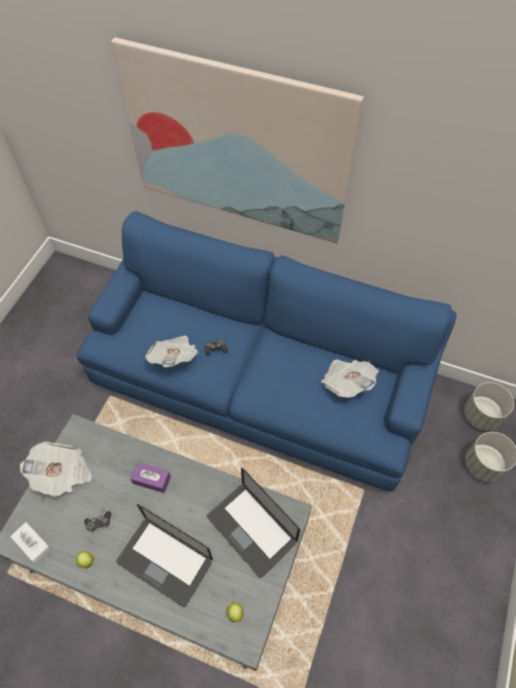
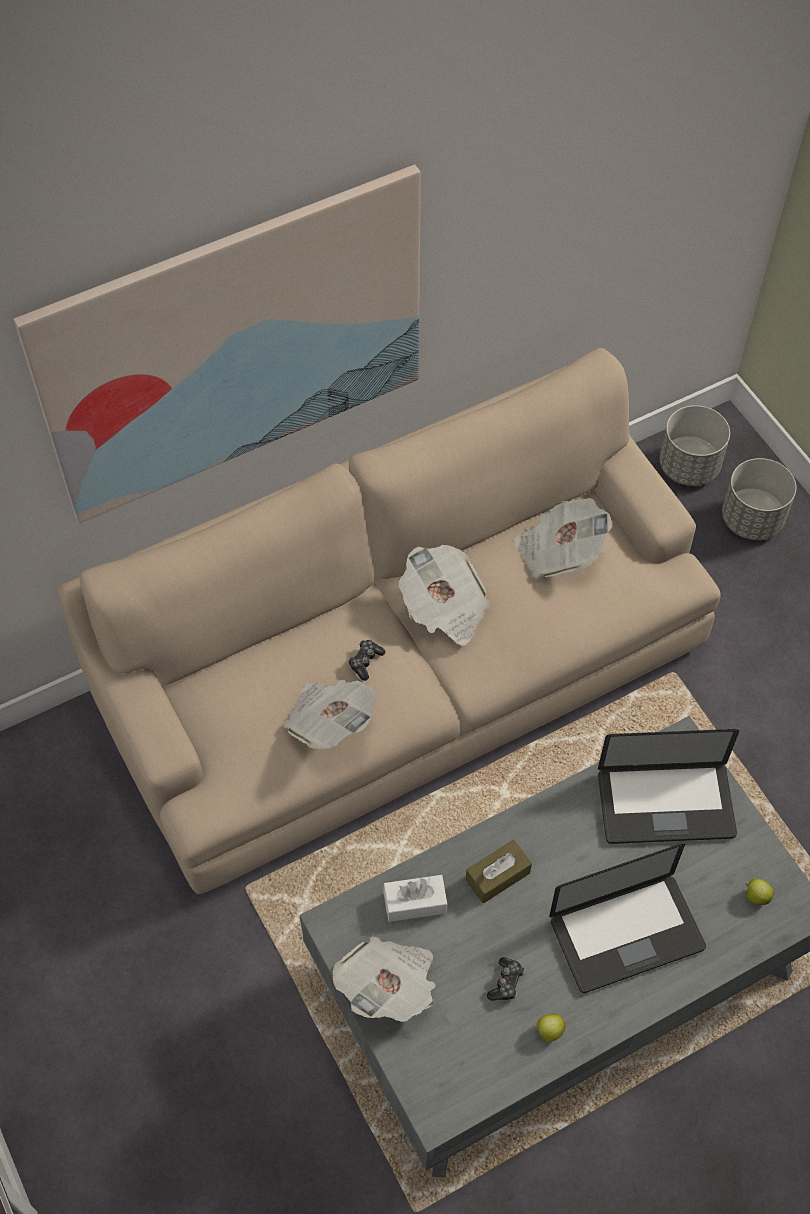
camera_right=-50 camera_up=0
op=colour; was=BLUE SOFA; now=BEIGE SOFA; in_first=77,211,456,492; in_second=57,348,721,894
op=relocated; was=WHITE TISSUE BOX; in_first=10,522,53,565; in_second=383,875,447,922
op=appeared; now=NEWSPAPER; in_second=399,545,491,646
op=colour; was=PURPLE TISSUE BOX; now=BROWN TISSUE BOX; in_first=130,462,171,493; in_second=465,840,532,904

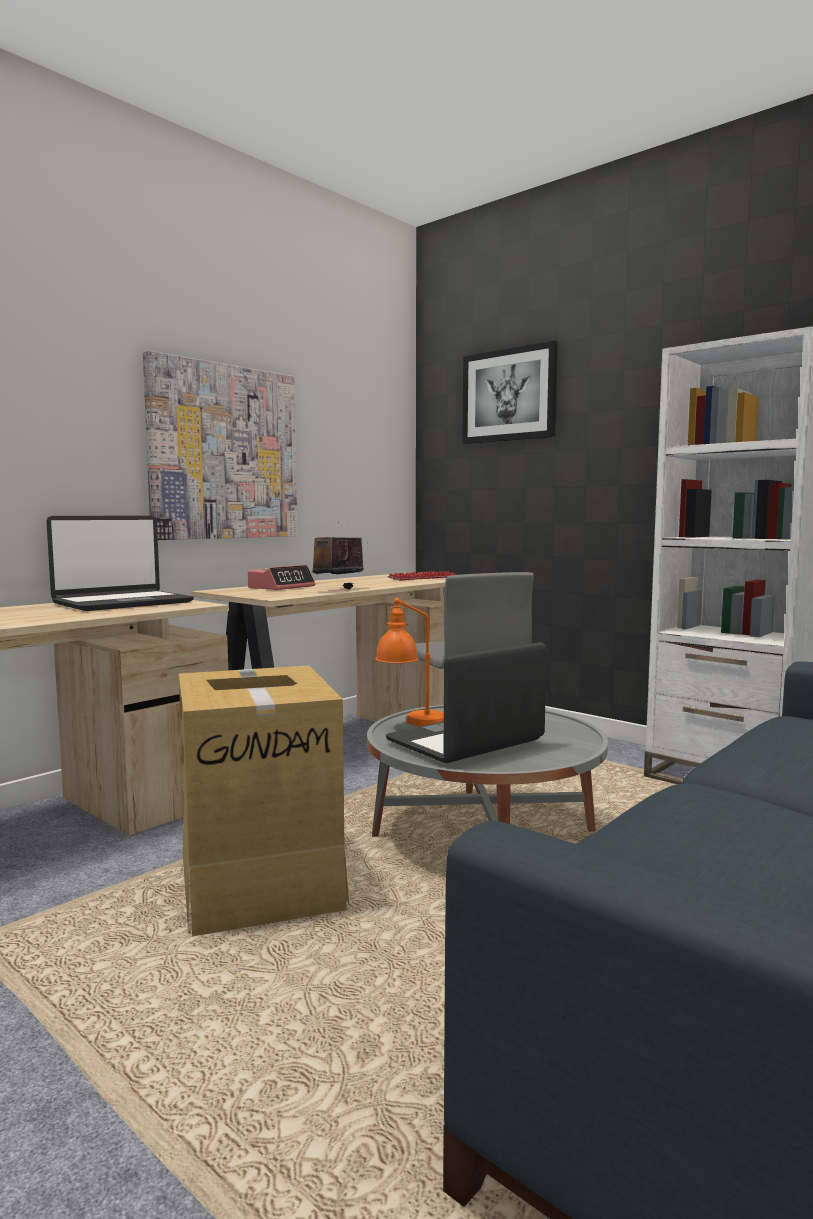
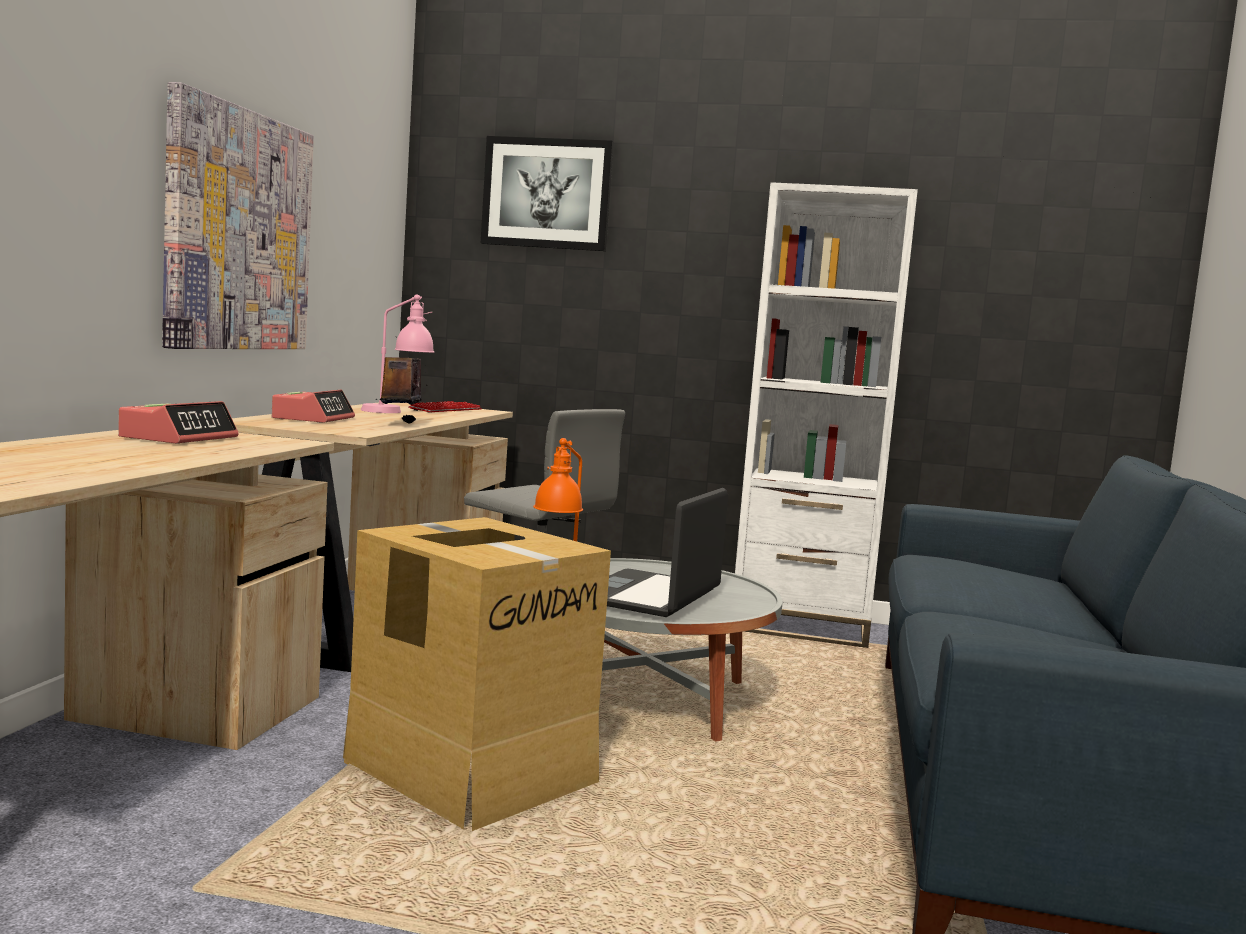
camera_right=-30 camera_up=0
op=exchanged; was=LAPTOP; now=ALARM CLOCK; in_first=46,516,194,611; in_second=118,401,239,444
op=appeared; now=PINK TABLE LAMP; in_second=361,295,434,413

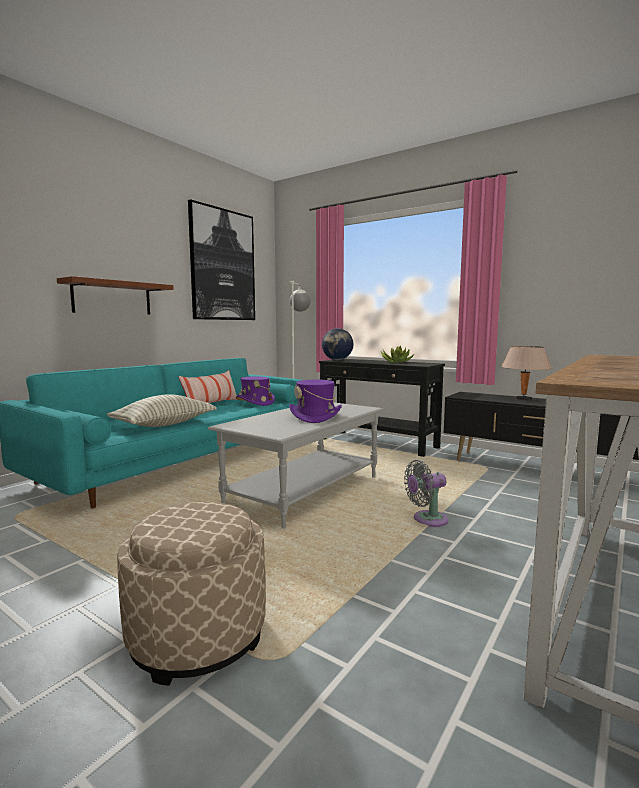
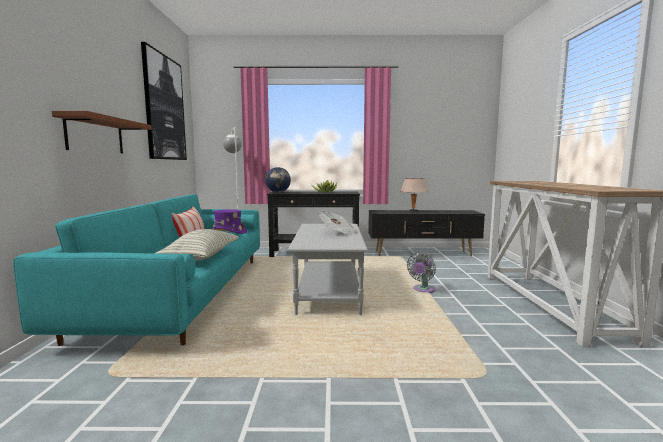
camera_right=-35 camera_up=0
op=exchanged; was=PURPLE HAT; now=NEWSPAPER; in_first=289,380,342,423; in_second=319,211,356,236
op=missing; was=BEIGE OTTOMAN; in_first=117,502,266,686

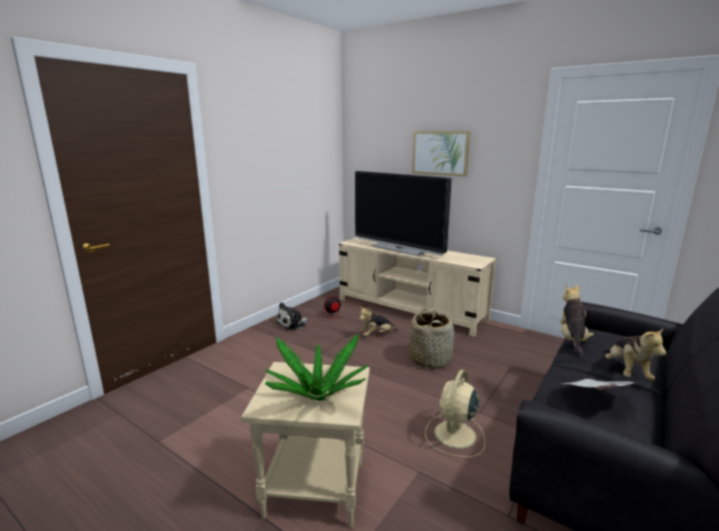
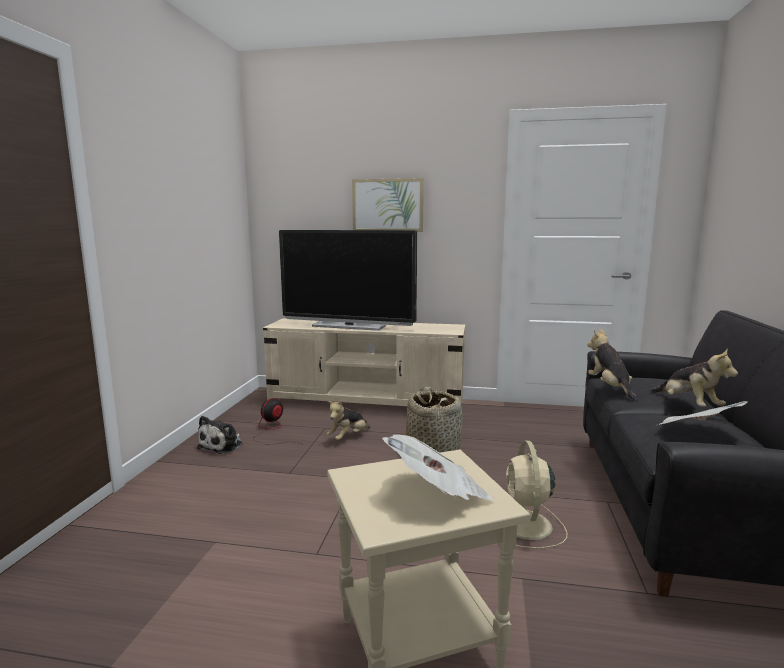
camera_right=-25 camera_up=-5
op=exchanged; was=POTTED PLANT; now=NEWSPAPER; in_first=265,334,368,401; in_second=382,434,494,500

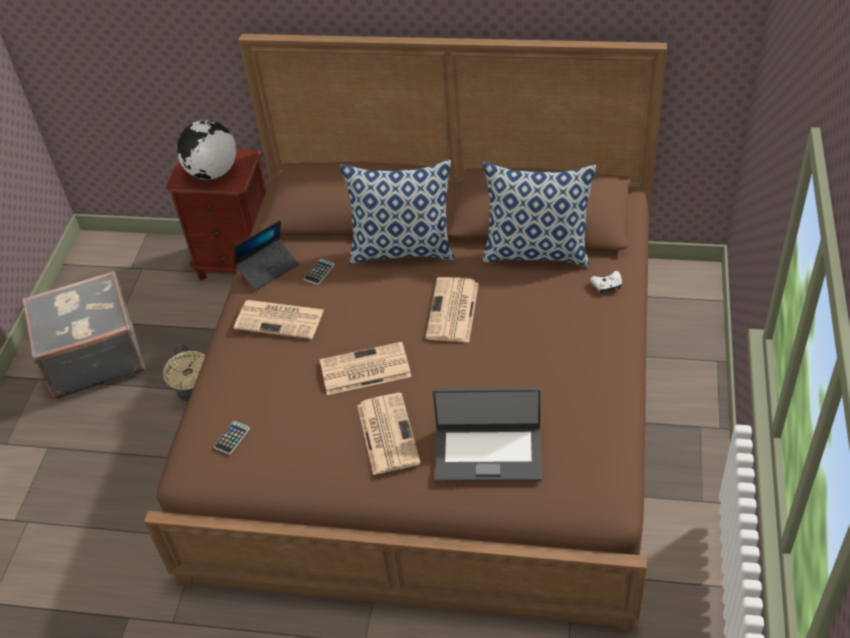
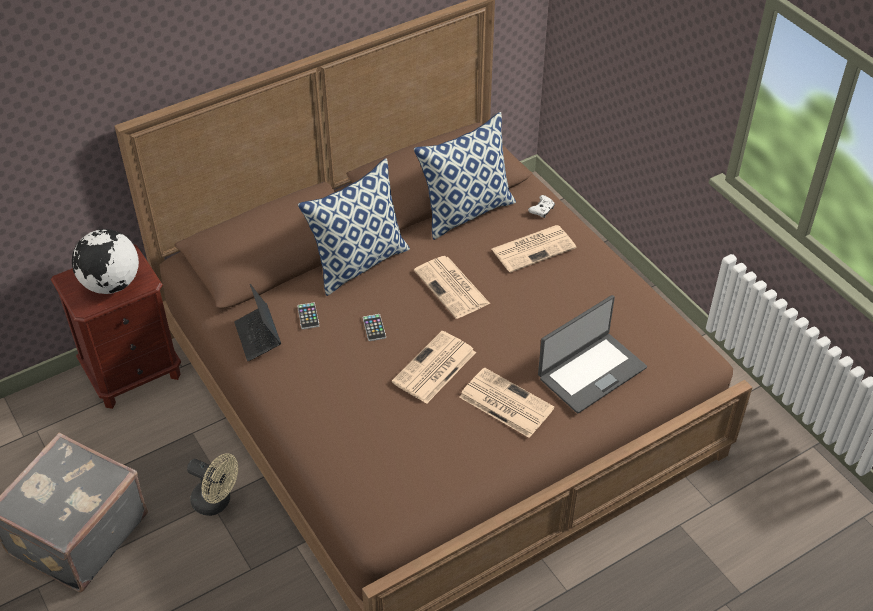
camera_right=-45 camera_up=0
op=spun; was=LAPTOP; in_first=234,220,299,290; in_second=234,284,281,361; clockwise=150
op=relocated; was=PHONE; in_first=214,421,250,454; in_second=362,314,386,341
op=relocated; was=NEWSPAPER; in_first=234,300,324,339; in_second=492,225,576,273

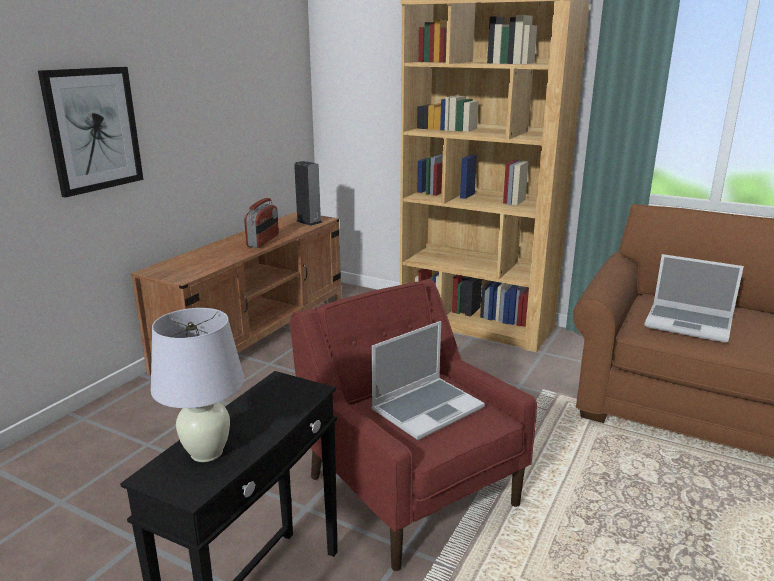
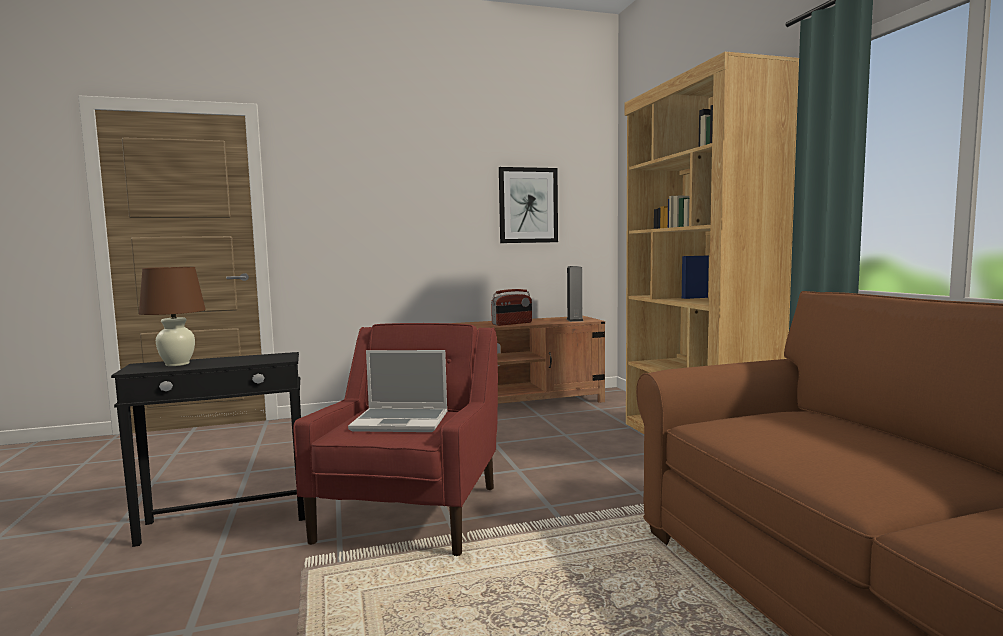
camera_right=45 camera_up=-15
op=colour; was=WHITE TABLE LAMP; now=BROWN TABLE LAMP; in_first=151,308,244,462; in_second=139,267,206,366
op=relocated; was=PICTURE; in_first=38,67,144,197; in_second=499,167,558,243
op=missing; was=LAPTOP; in_first=644,254,744,343

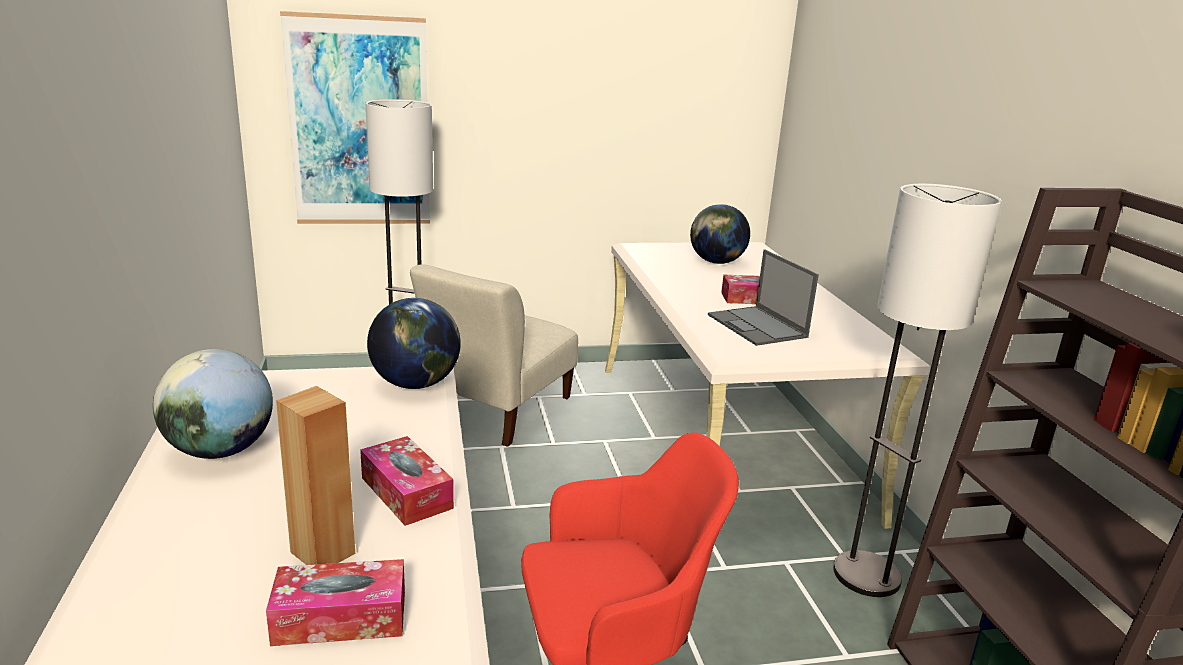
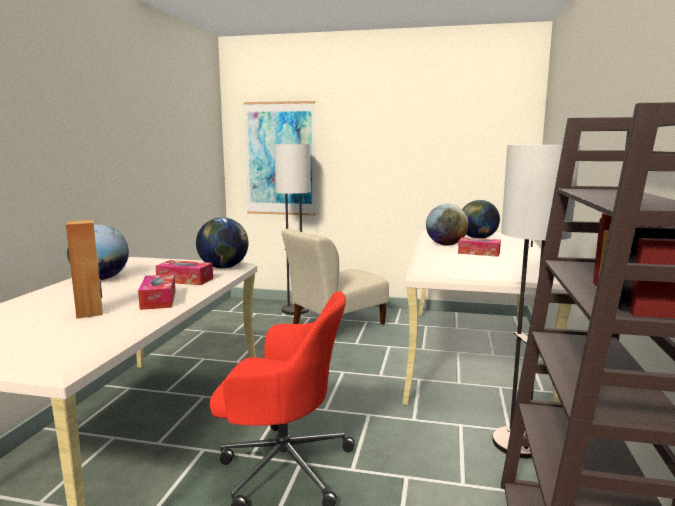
camera_right=25 camera_up=-10
op=relocated; was=TISSUE BOX; in_first=266,559,405,646; in_second=155,260,213,285
op=appeared; now=GLOBE; in_second=426,204,469,245
op=missing; was=LAPTOP; in_first=708,250,819,346

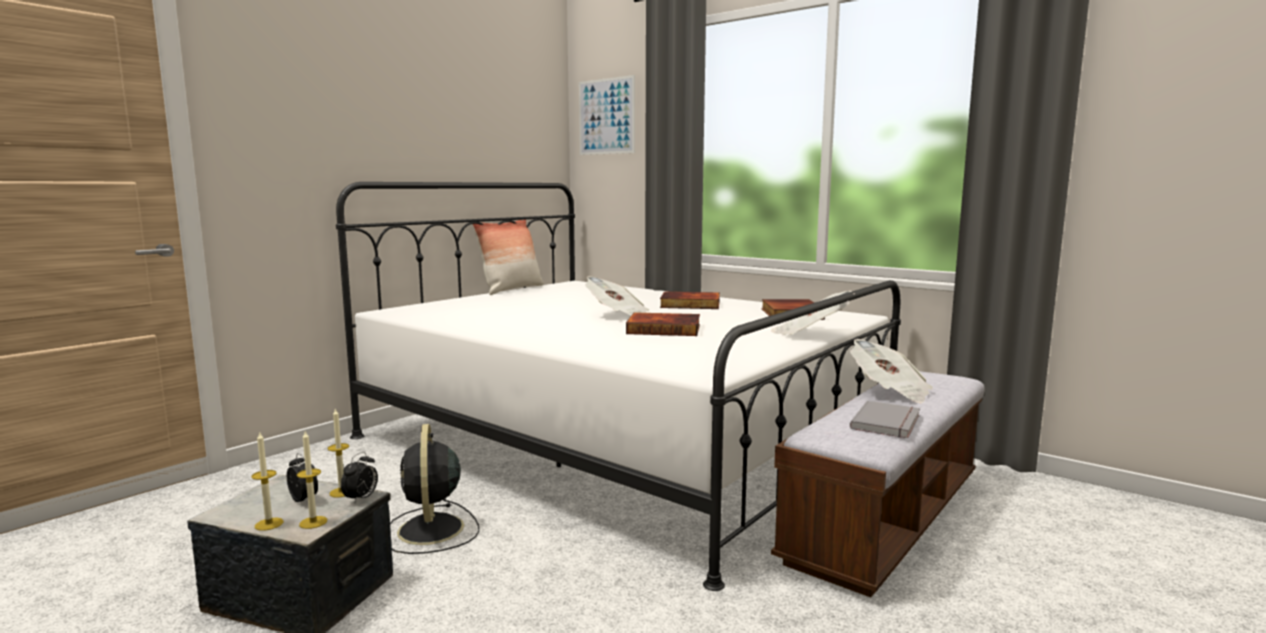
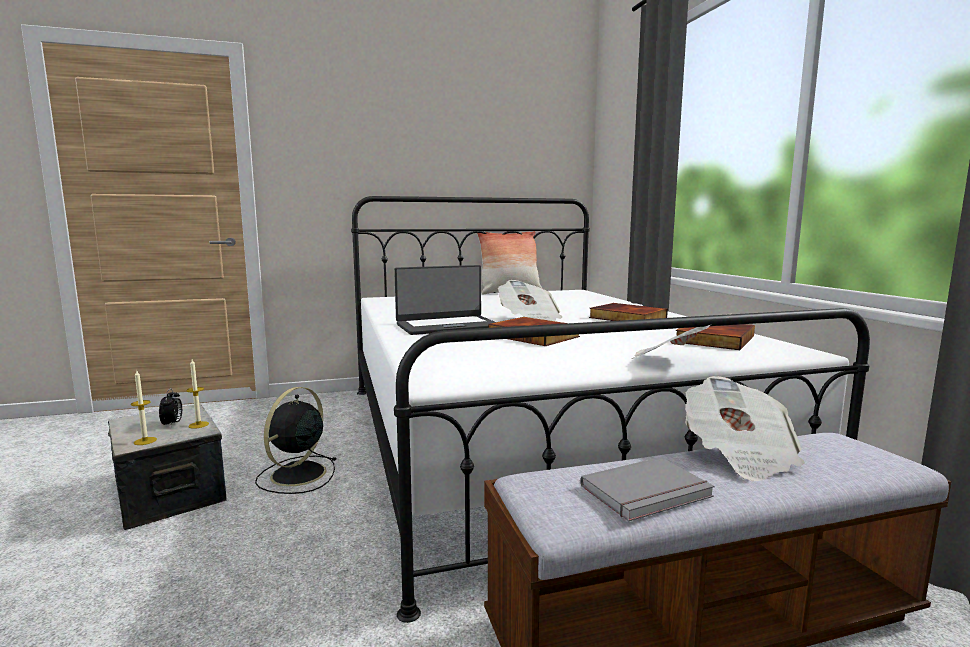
camera_right=35 camera_up=0
op=appeared; now=LAPTOP; in_second=394,265,495,335
op=missing; was=CANDLE; in_first=252,431,284,531
op=missing; was=ALARM CLOCK; in_first=341,452,378,503
op=missing; was=PICTURE; in_first=579,75,635,155

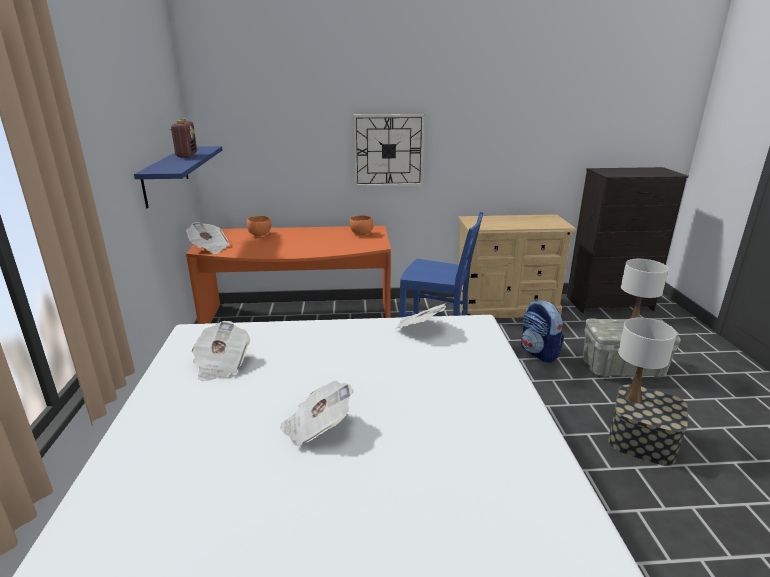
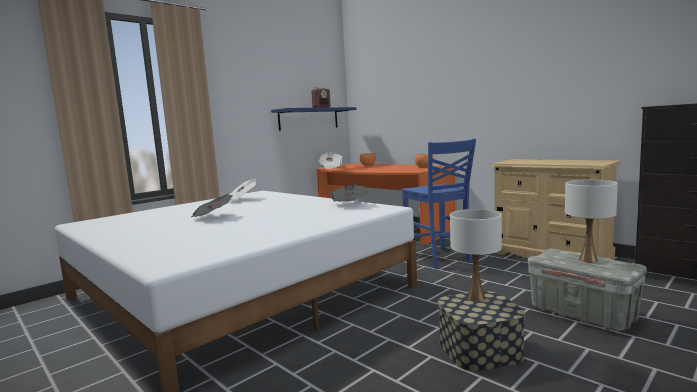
camera_right=50 camera_up=-15
op=missing; was=WALL CLOCK; in_first=353,114,425,187
op=missing; was=BACKPACK; in_first=521,300,564,363

